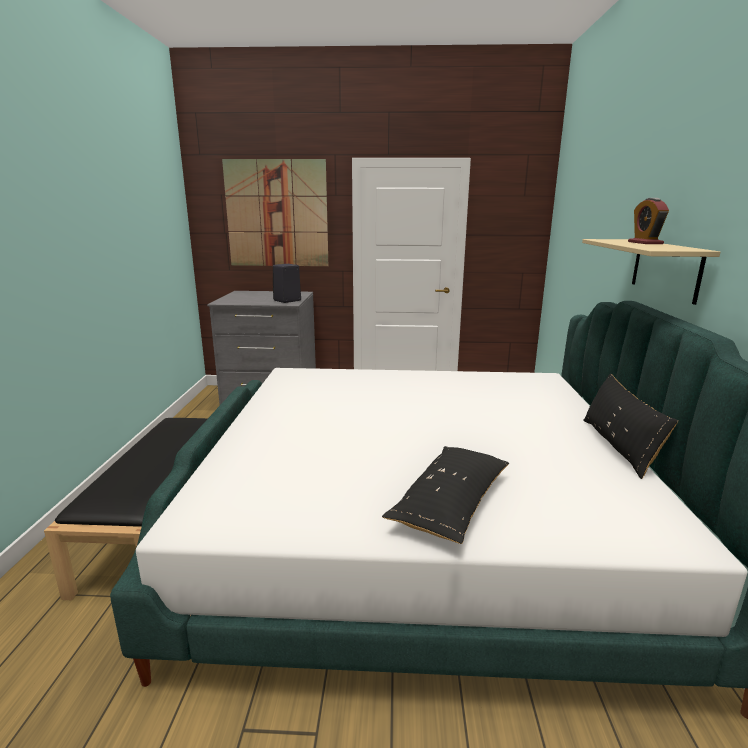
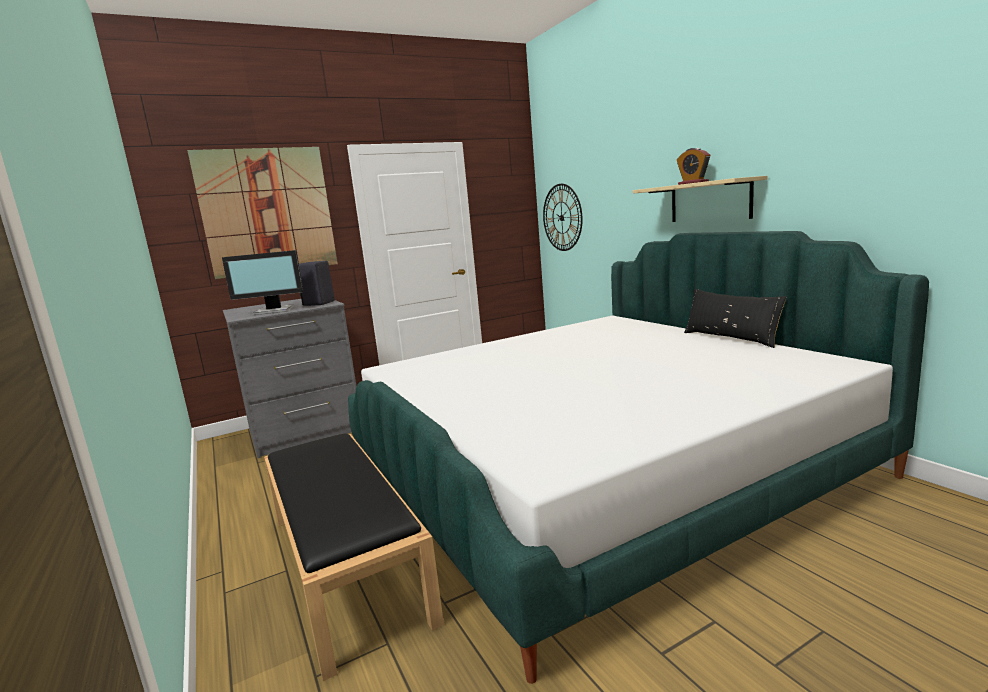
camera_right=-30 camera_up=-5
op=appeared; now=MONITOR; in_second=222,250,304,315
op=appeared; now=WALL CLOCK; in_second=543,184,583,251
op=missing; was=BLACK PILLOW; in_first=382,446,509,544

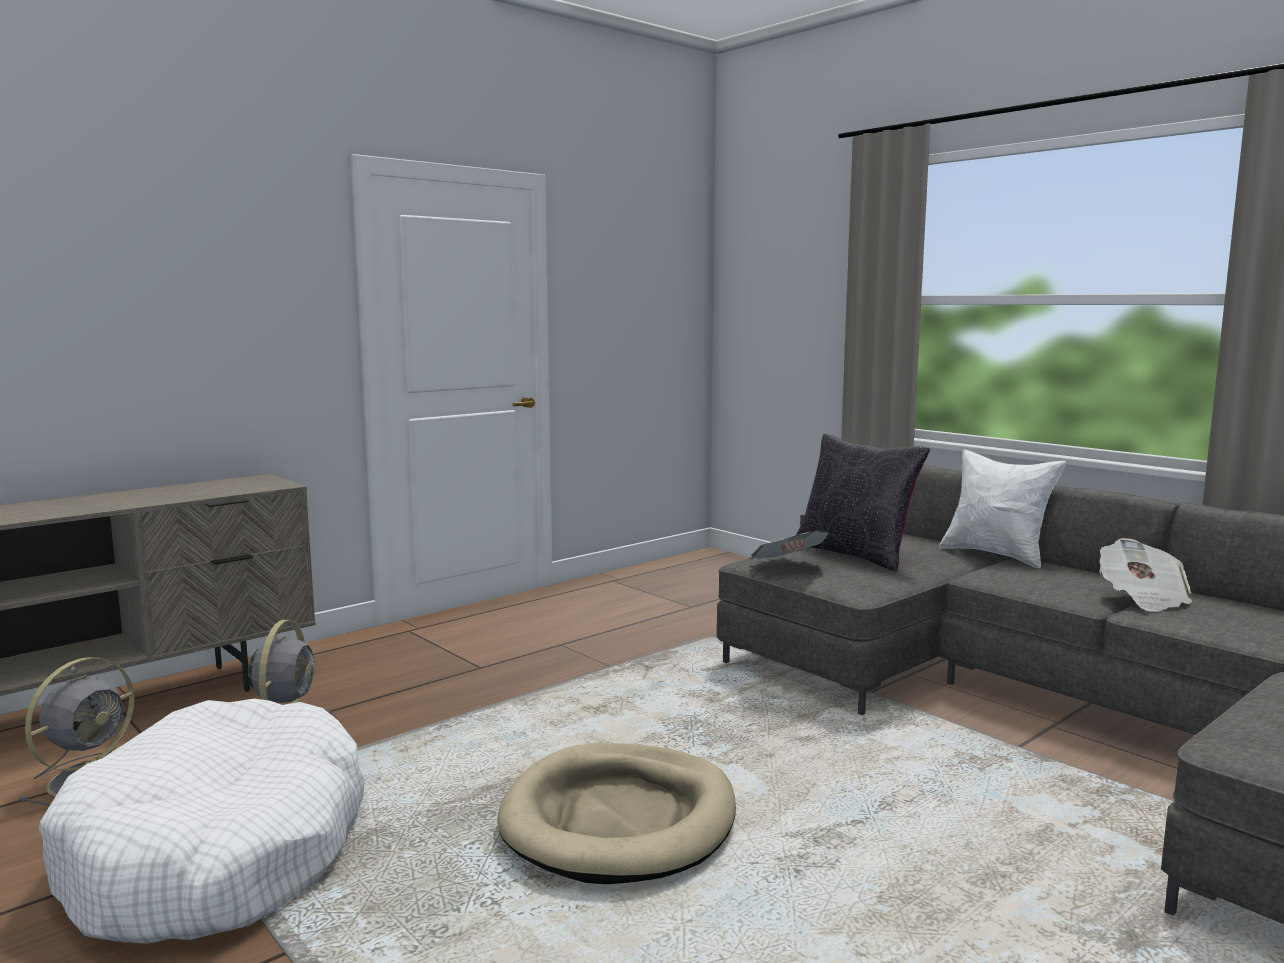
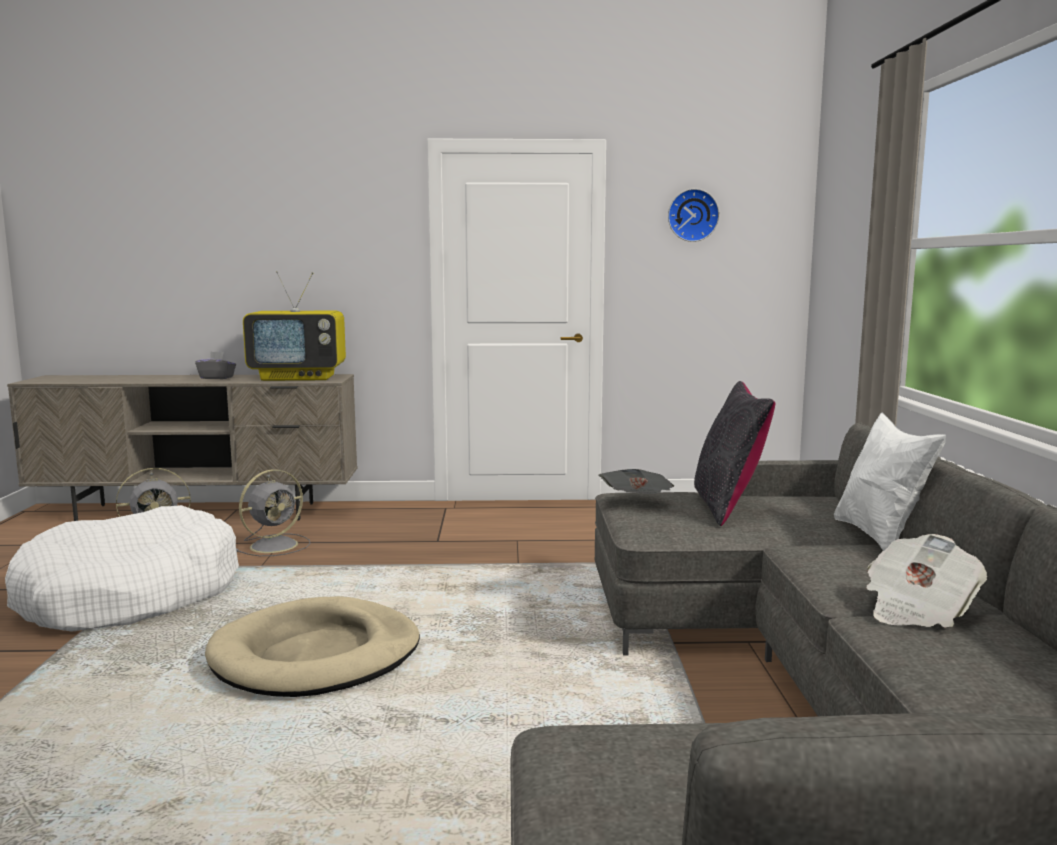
camera_right=40 camera_up=0
op=appeared; now=GREY TISSUE BOX; in_second=195,352,236,379
op=appeared; now=TELEVISION; in_second=243,271,346,381
op=appeared; now=WALL CLOCK; in_second=668,189,719,242

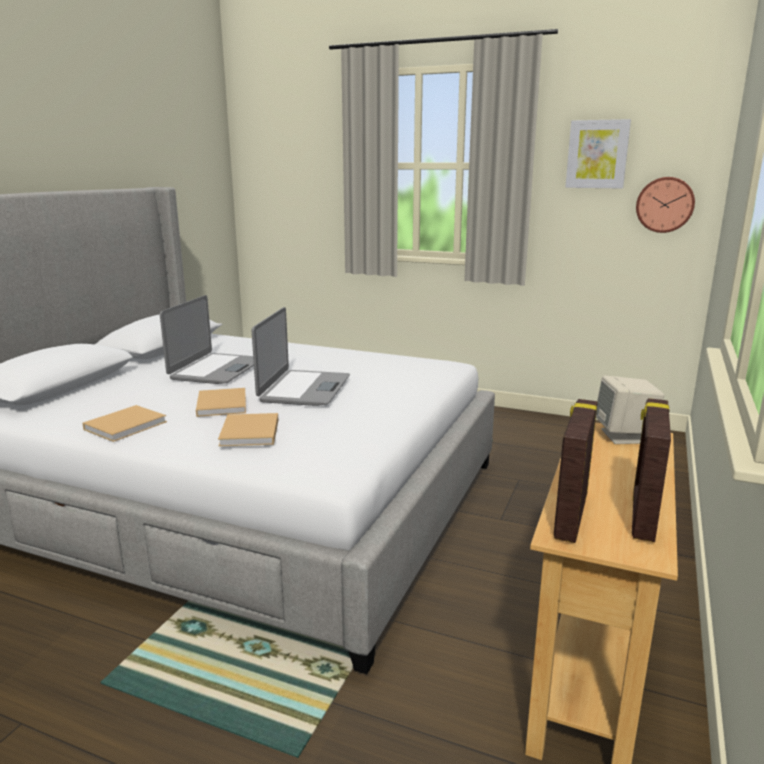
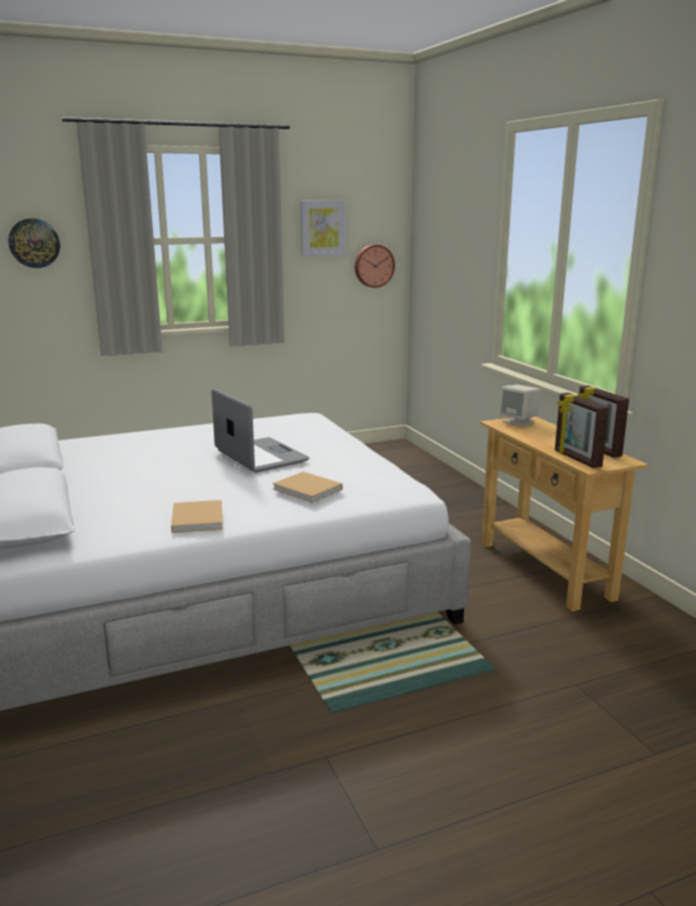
camera_right=-45 camera_up=0
op=appeared; now=WALL CLOCK; in_second=8,218,60,268
op=missing; was=LAPTOP; in_first=160,295,254,384
op=missing; was=BEIGE BOOK; in_first=196,388,246,417

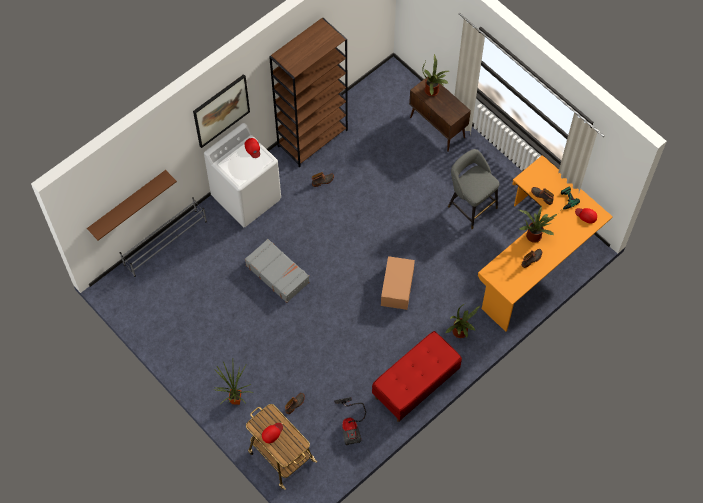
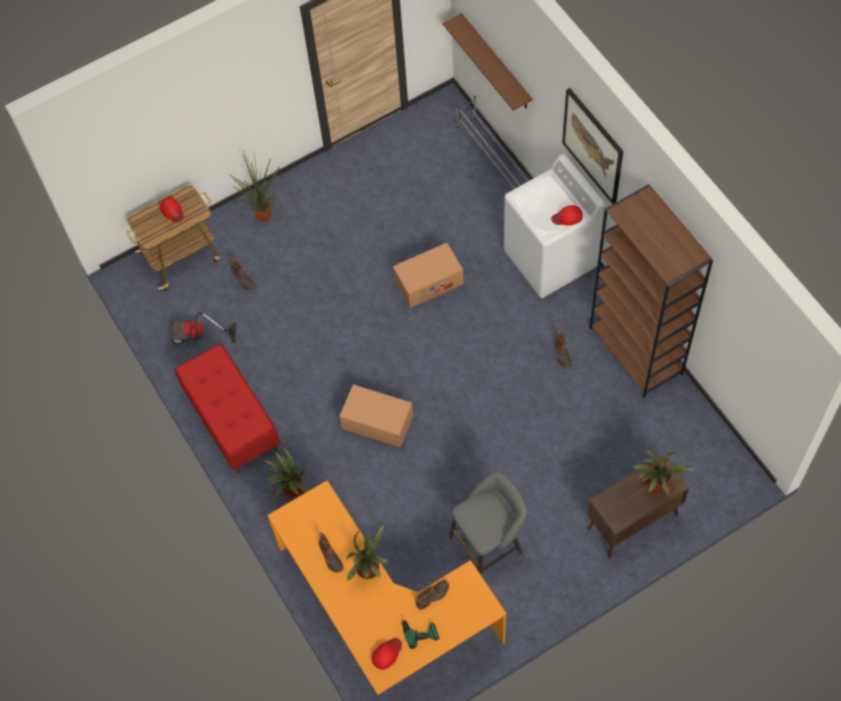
camera_right=105 camera_up=0
op=exchanged; was=GREY SUITCASE; now=CARDBOARD BOX; in_first=245,239,310,303; in_second=393,243,464,308

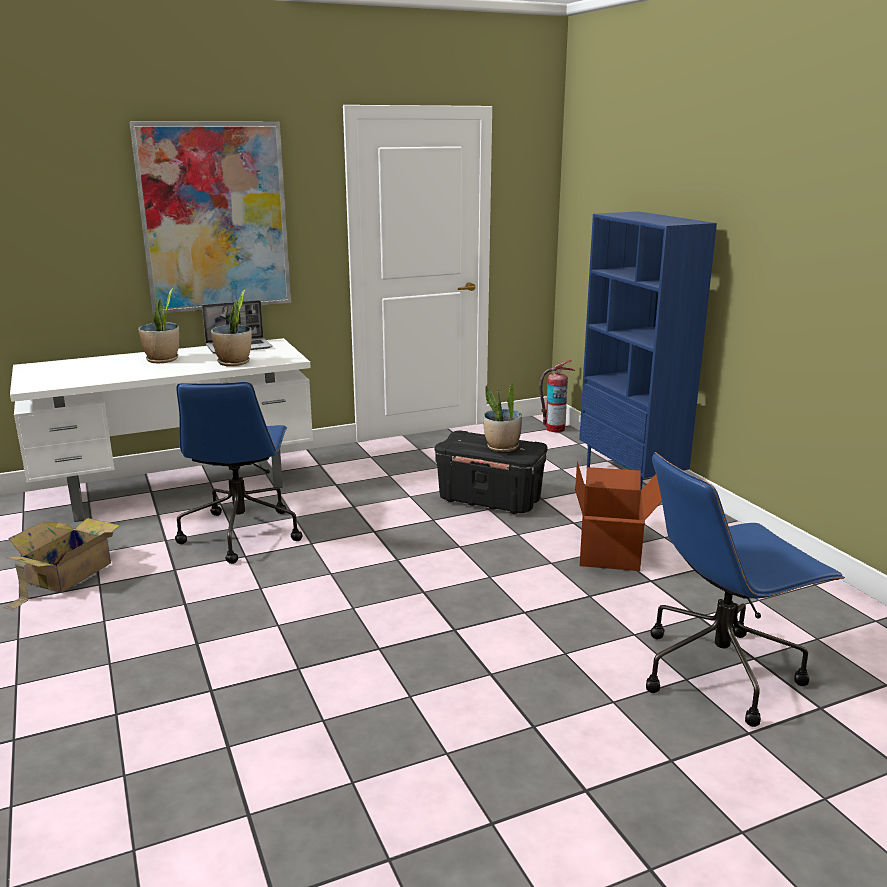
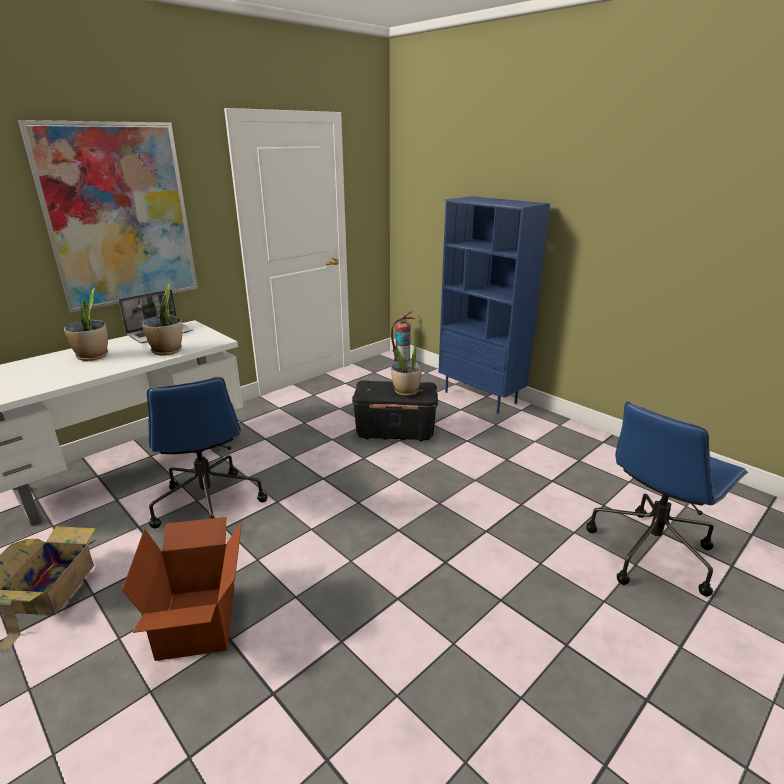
camera_right=-20 camera_up=5
op=relocated; was=CARDBOARD BOX; in_first=575,461,662,571; in_second=122,517,242,661

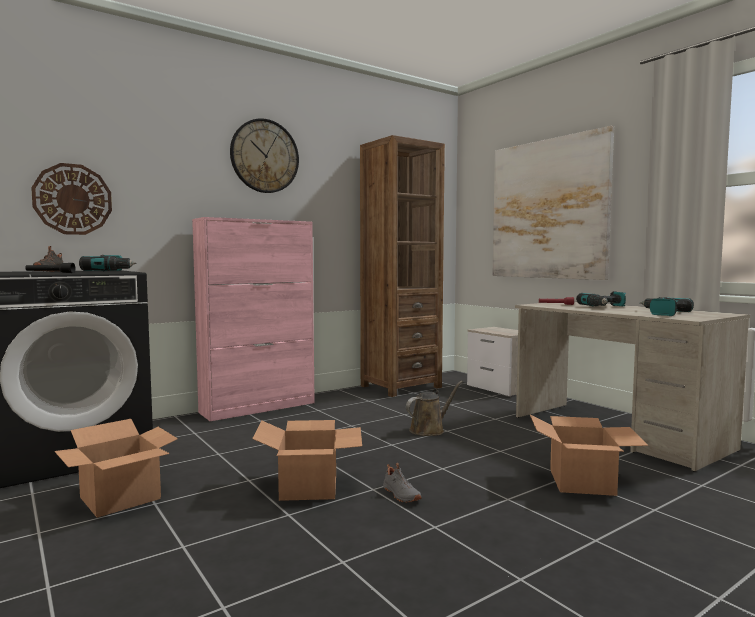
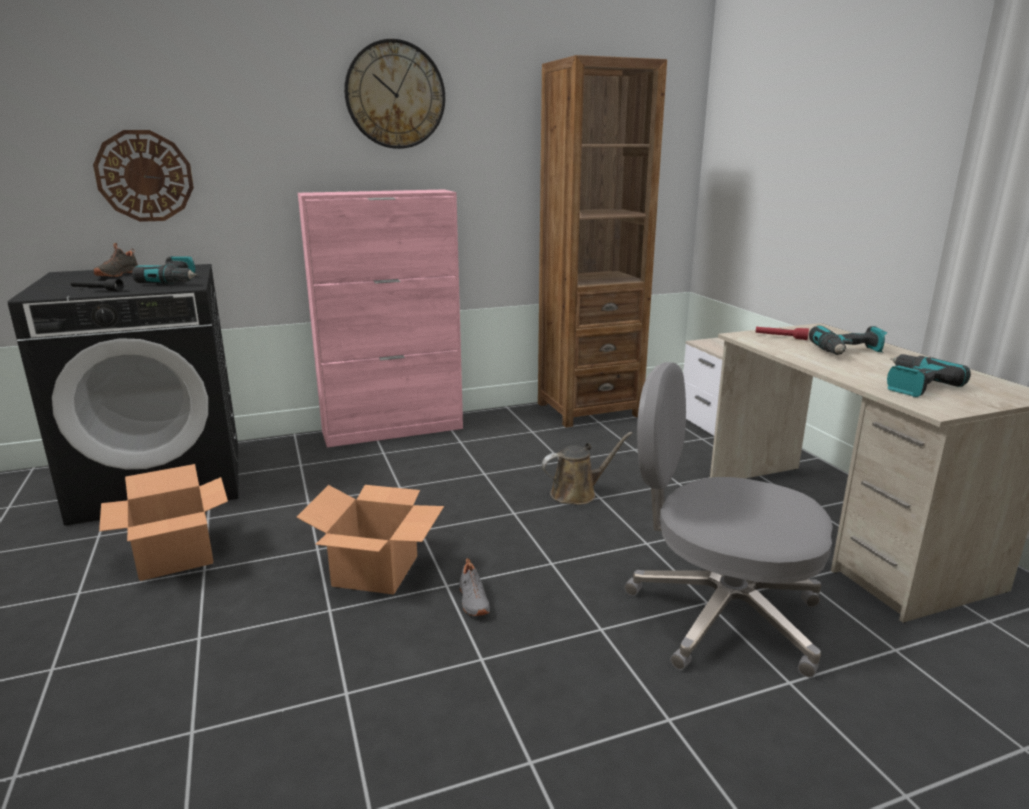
camera_right=15 camera_up=15
op=exchanged; was=CARDBOARD BOX; now=GREY OFFICE CHAIR; in_first=530,414,648,496; in_second=624,362,833,677
op=missing; was=PICTURE; in_first=492,126,614,280

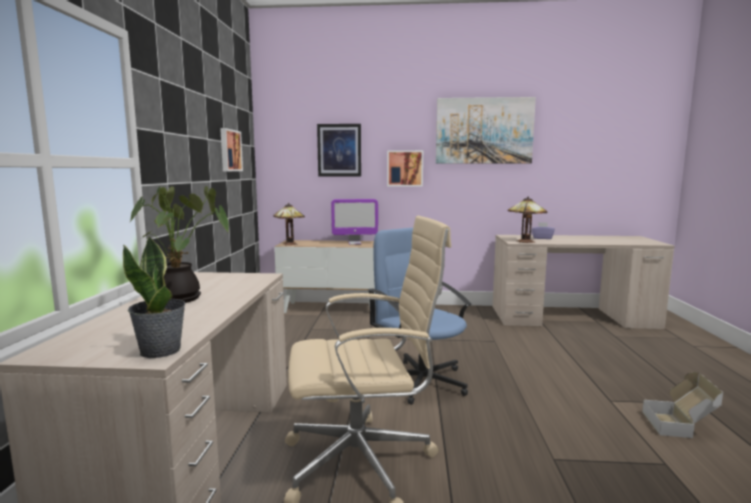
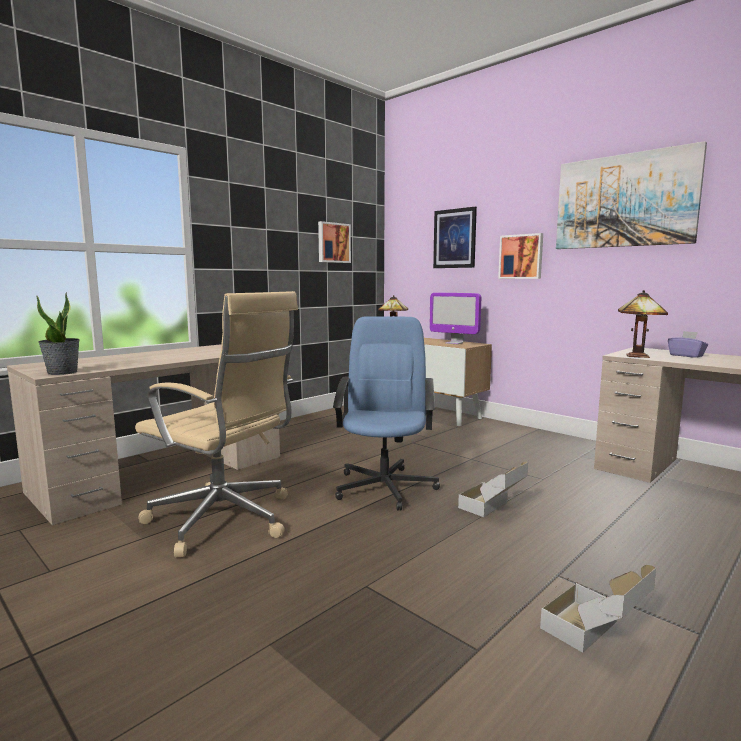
camera_right=40 camera_up=0
op=appeared; now=CARDBOARD BOX; in_second=458,462,528,517
op=missing; was=POTTED PLANT; in_first=129,186,229,303

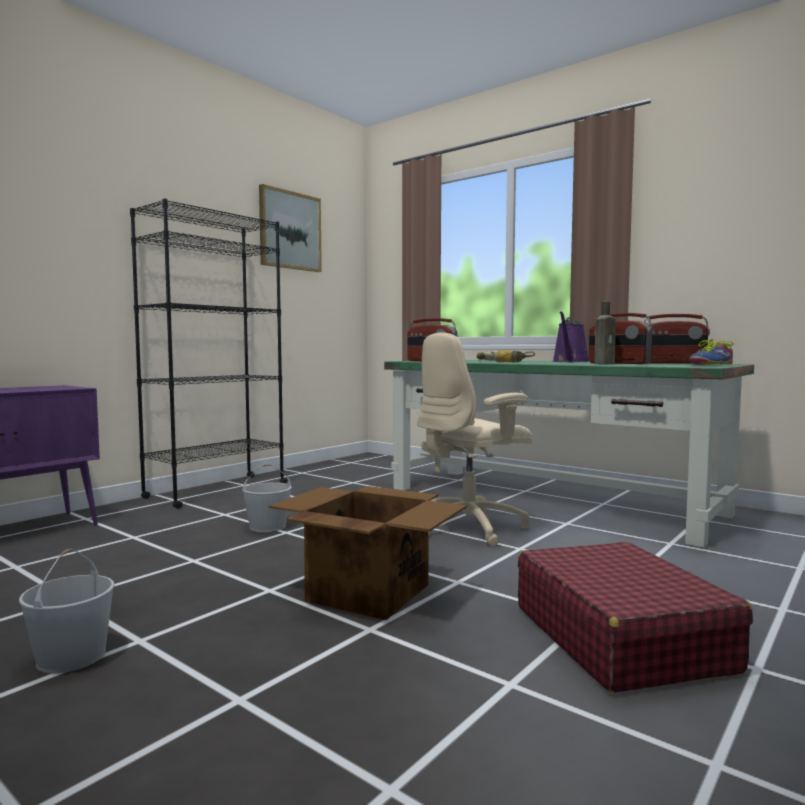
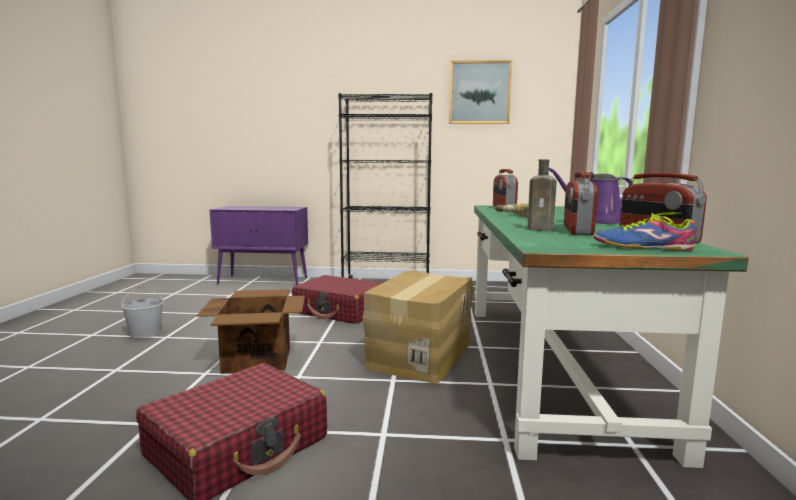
camera_right=55 camera_up=5
op=exchanged; was=WHITE BUCKET; now=RED SUITCASE; in_first=242,464,292,532; in_second=292,275,383,324
op=exchanged; was=BEIGE OFFICE CHAIR; now=CARDBOARD BOX; in_first=417,332,532,546; in_second=362,271,473,383

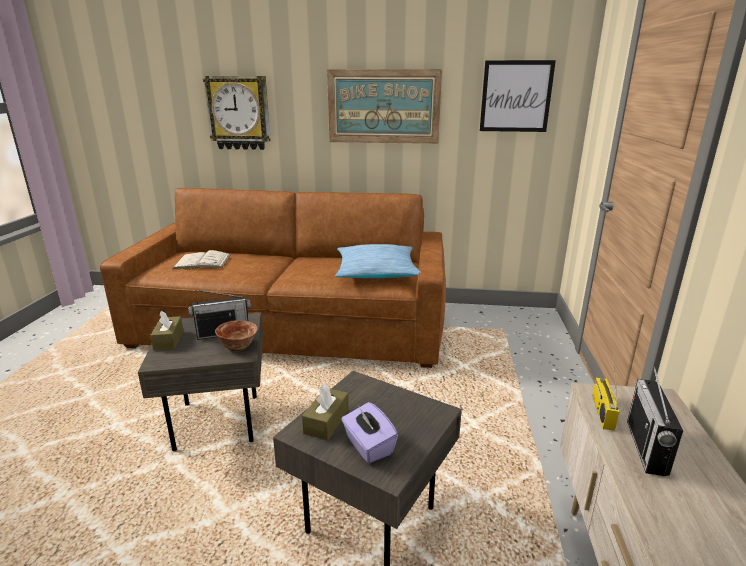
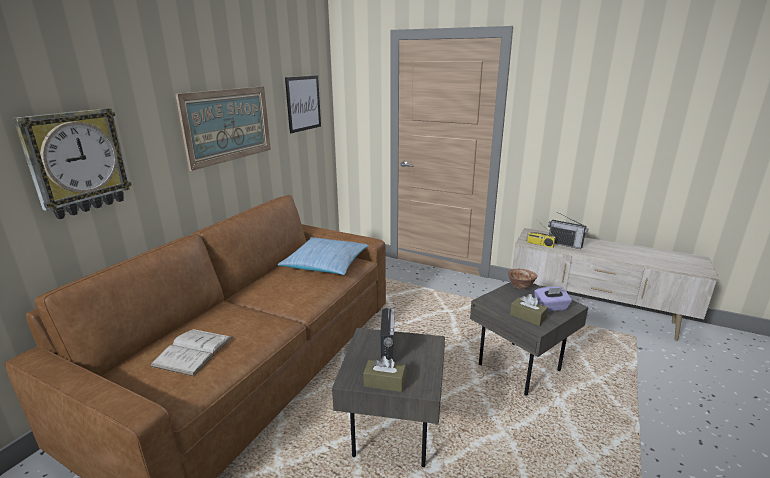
camera_right=-70 camera_up=0
op=relocated; was=BOWL; in_first=215,320,258,351; in_second=508,269,537,290

